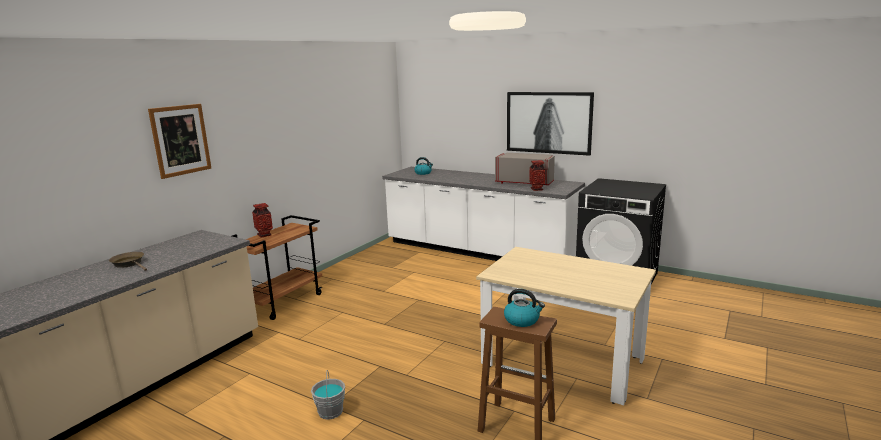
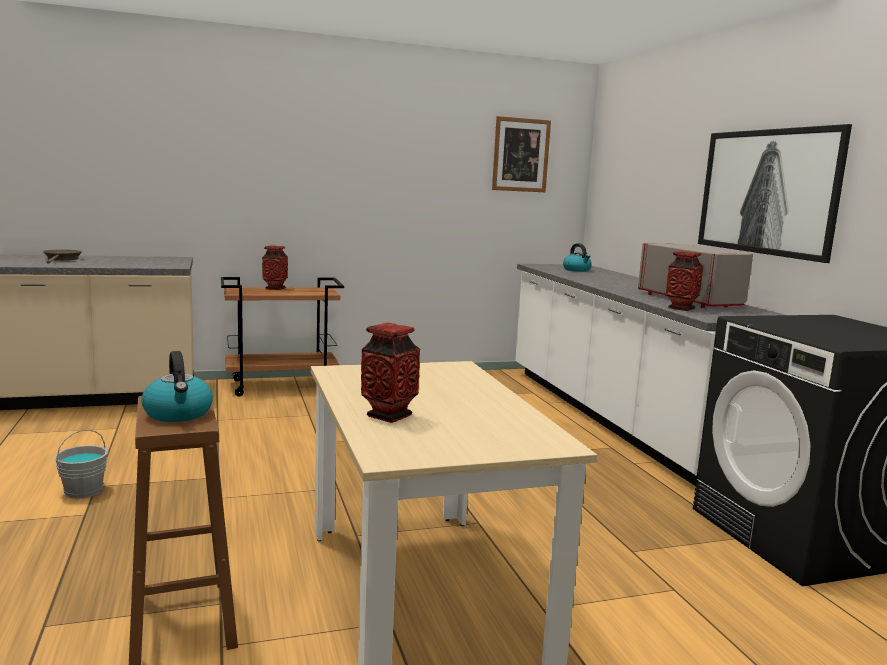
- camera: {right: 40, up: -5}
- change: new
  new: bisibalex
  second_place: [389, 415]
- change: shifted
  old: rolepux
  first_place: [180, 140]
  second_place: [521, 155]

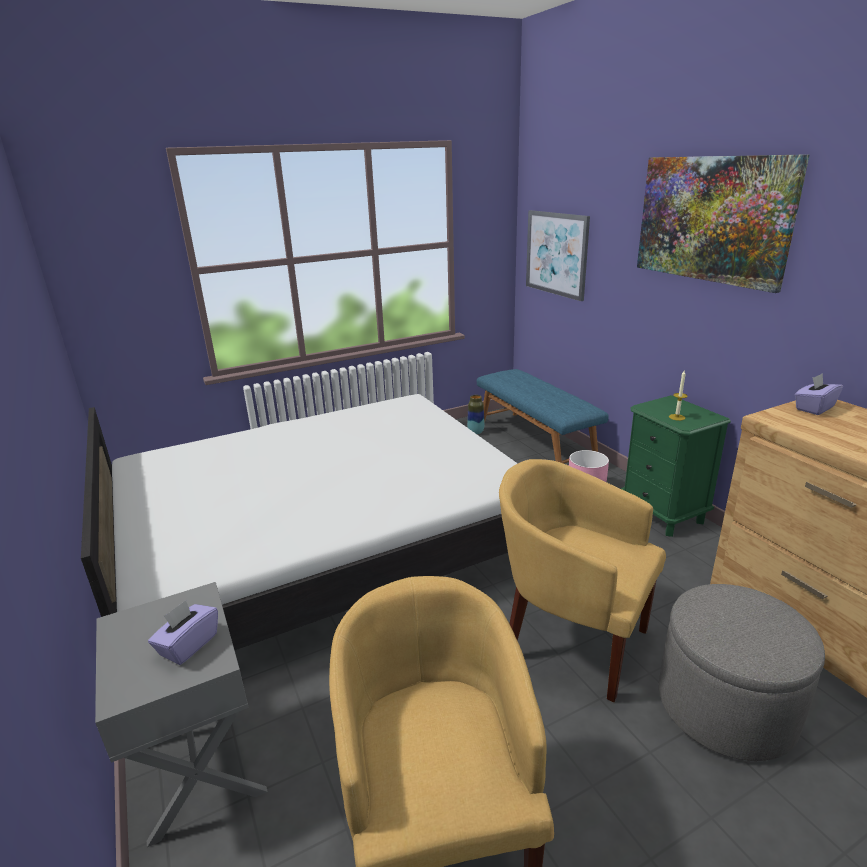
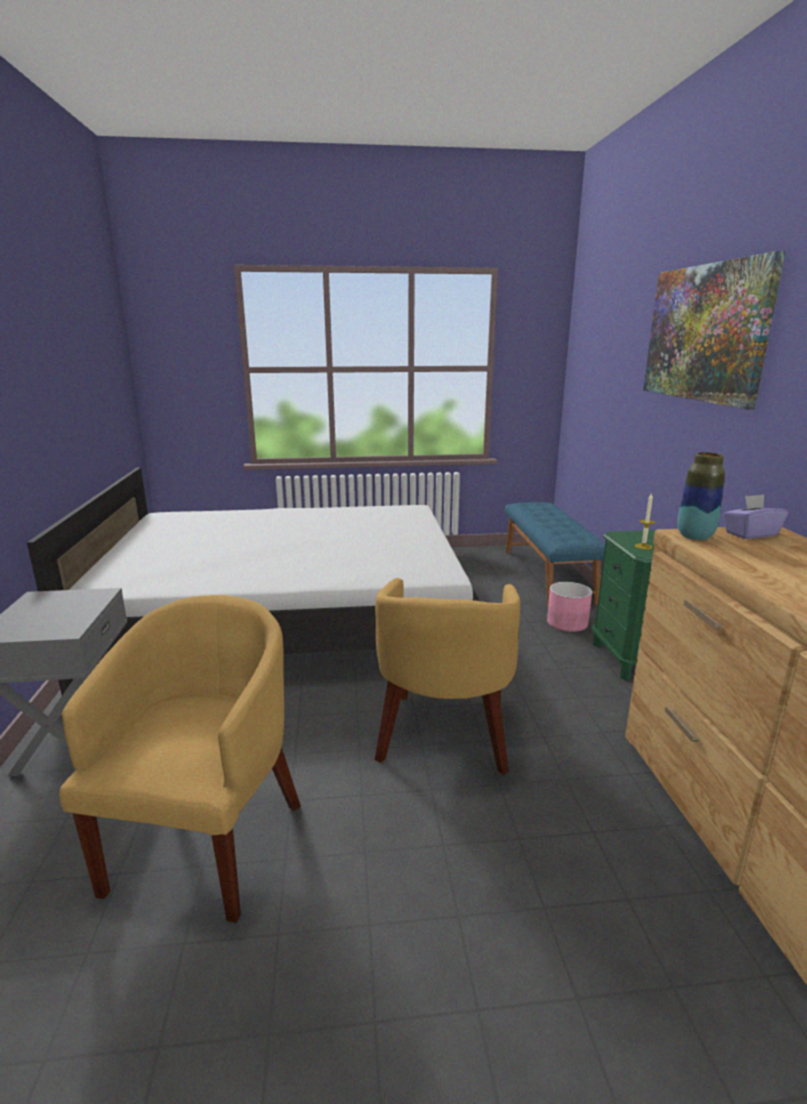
- camera: {right: 20, up: -5}
- change: rotated
  old: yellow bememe
  first_place: [570, 638]
  second_place: [444, 736]
  degrees: -135
- change: shifted
  old: bisibalex
  first_place: [475, 432]
  second_place: [694, 537]
- change: gone
  old: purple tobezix
  first_place: [188, 645]
- change: gone
  old: rolepux
  first_place: [556, 254]
- change: gone
  old: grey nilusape
  first_place: [725, 706]

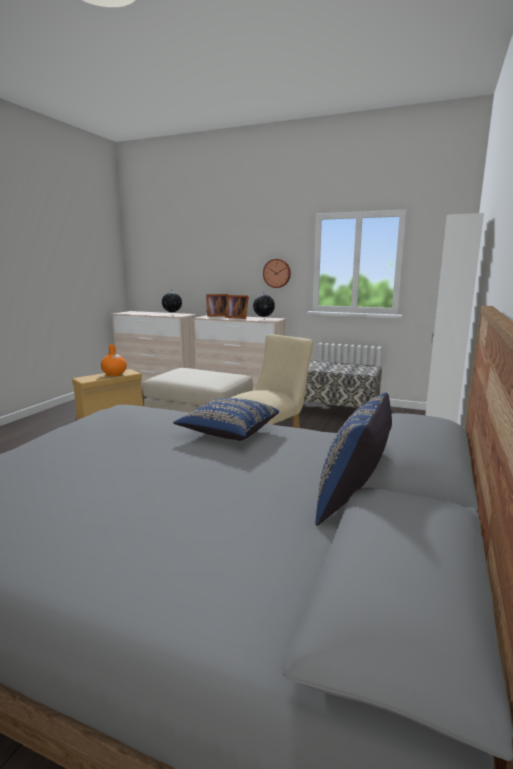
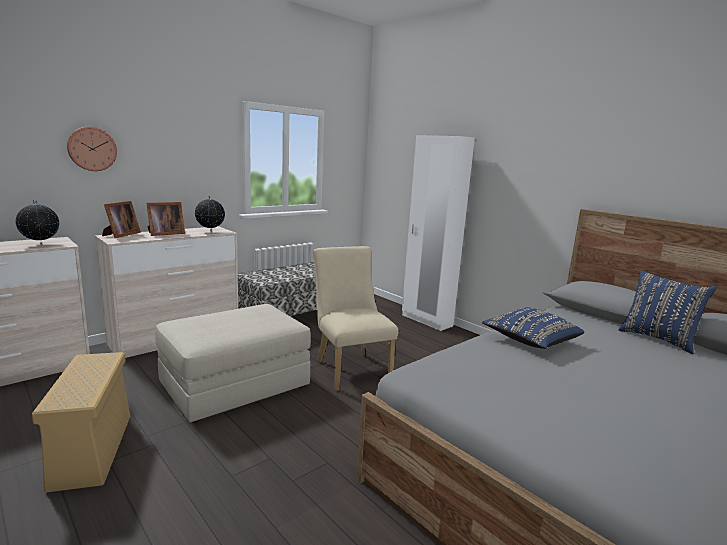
- camera: {right: -65, up: 0}
- change: shifted
  old: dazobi
  first_place: [277, 273]
  second_place: [91, 149]
- change: gone
  old: orange bisibalex
  first_place: [114, 374]

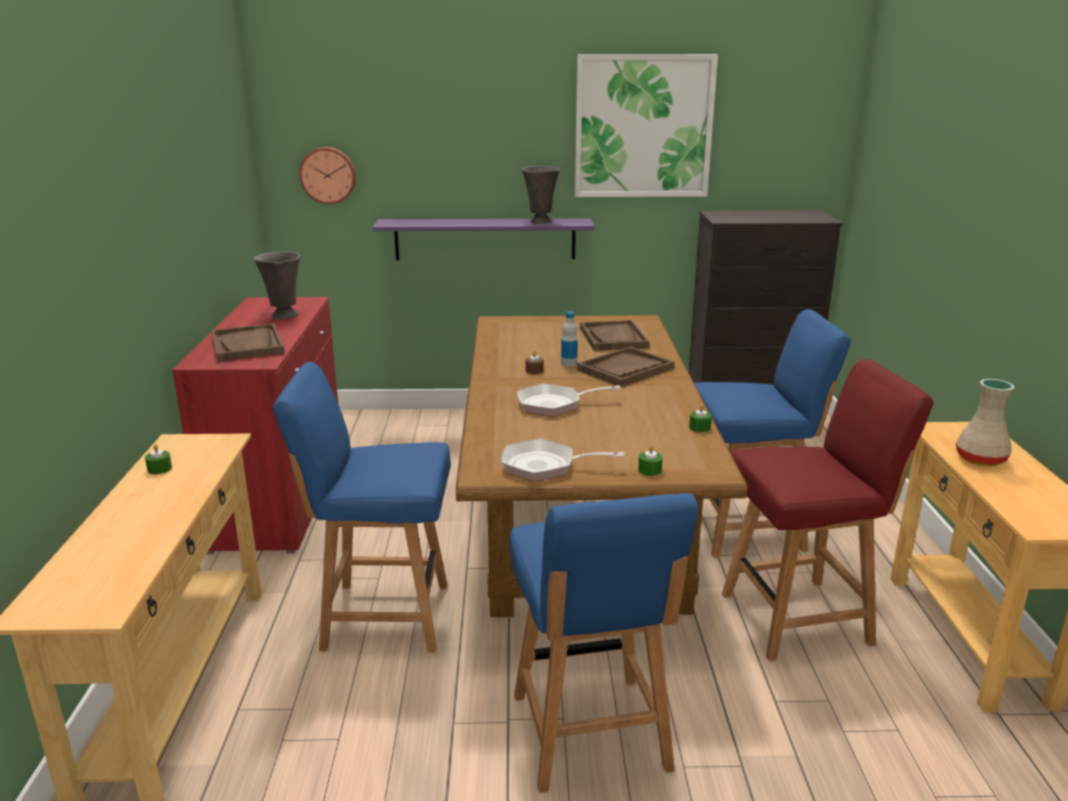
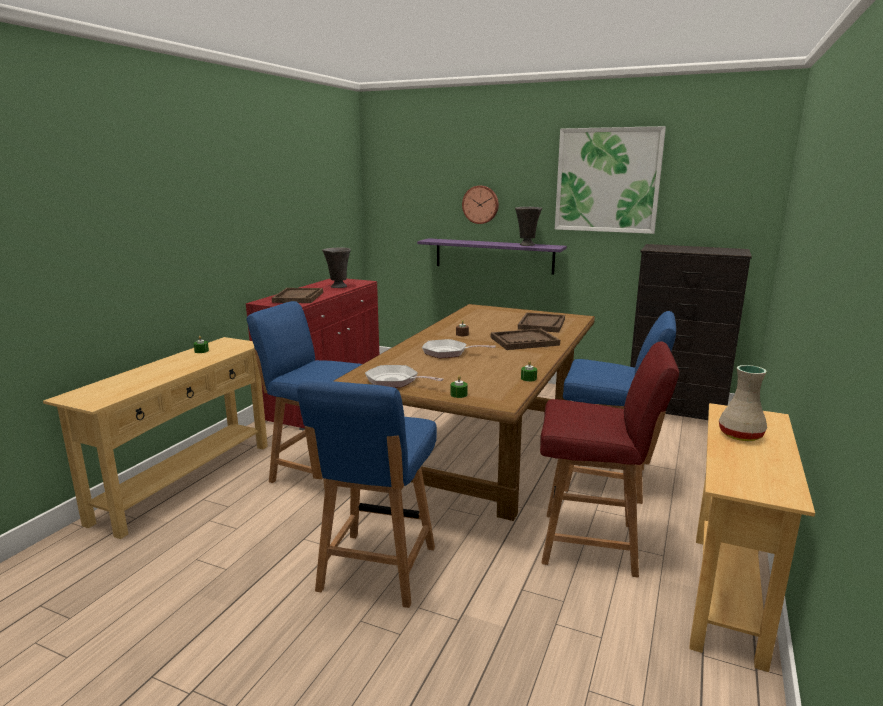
- camera: {right: 25, up: -5}
- change: shifted
  old: dazobi
  first_place: [328, 175]
  second_place: [481, 204]
- change: gone
  old: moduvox
  first_place: [569, 363]

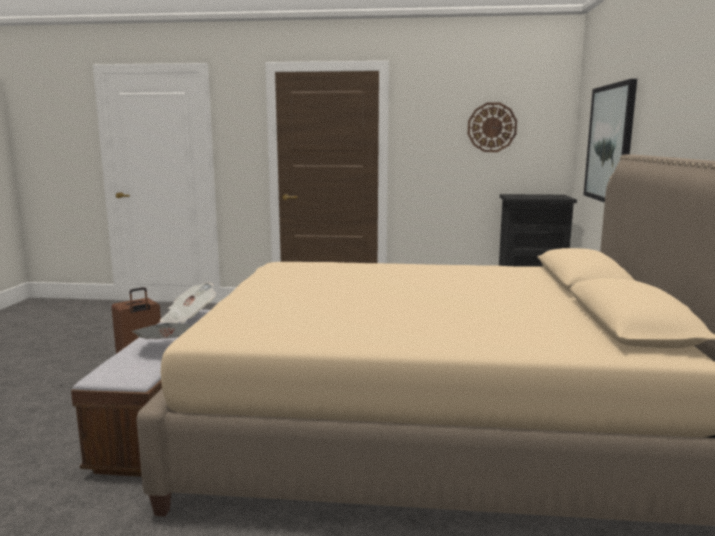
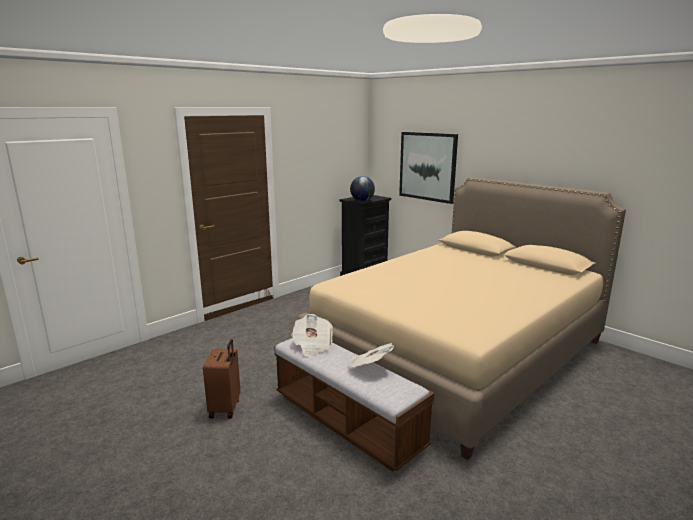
- camera: {right: -50, up: 5}
- change: new
  new: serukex
  second_place: [362, 201]
- change: gone
  old: dazobi
  first_place: [492, 127]

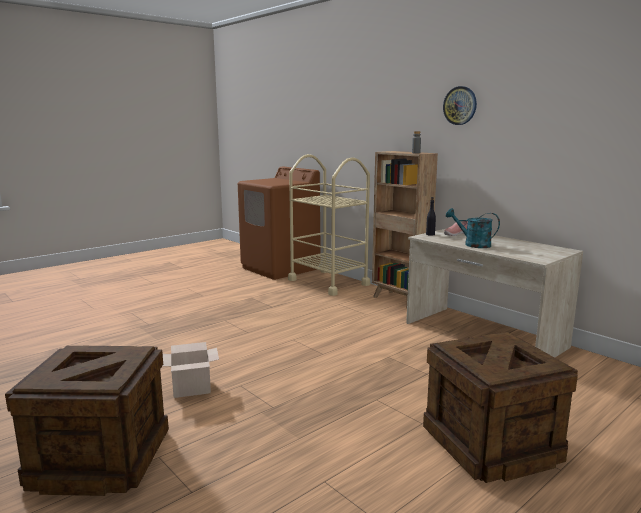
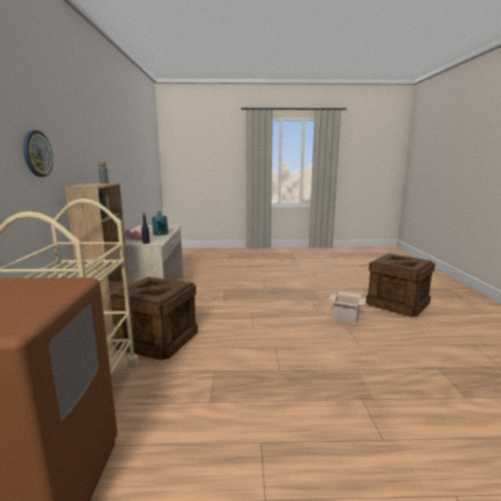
- camera: {right: -140, up: 0}
- change: shifted
  old: dazobi
  first_place: [460, 105]
  second_place: [37, 154]
- change: shifted
  old: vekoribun
  first_place: [491, 445]
  second_place: [159, 341]

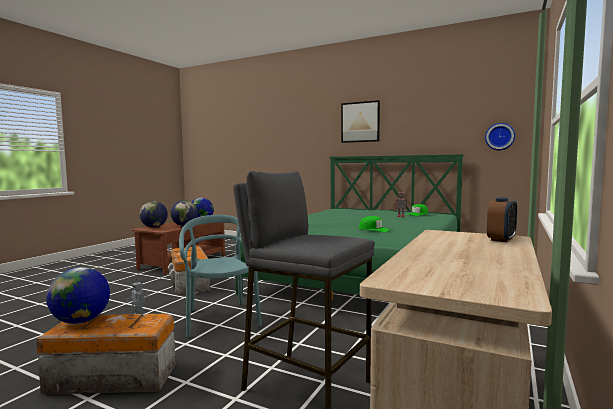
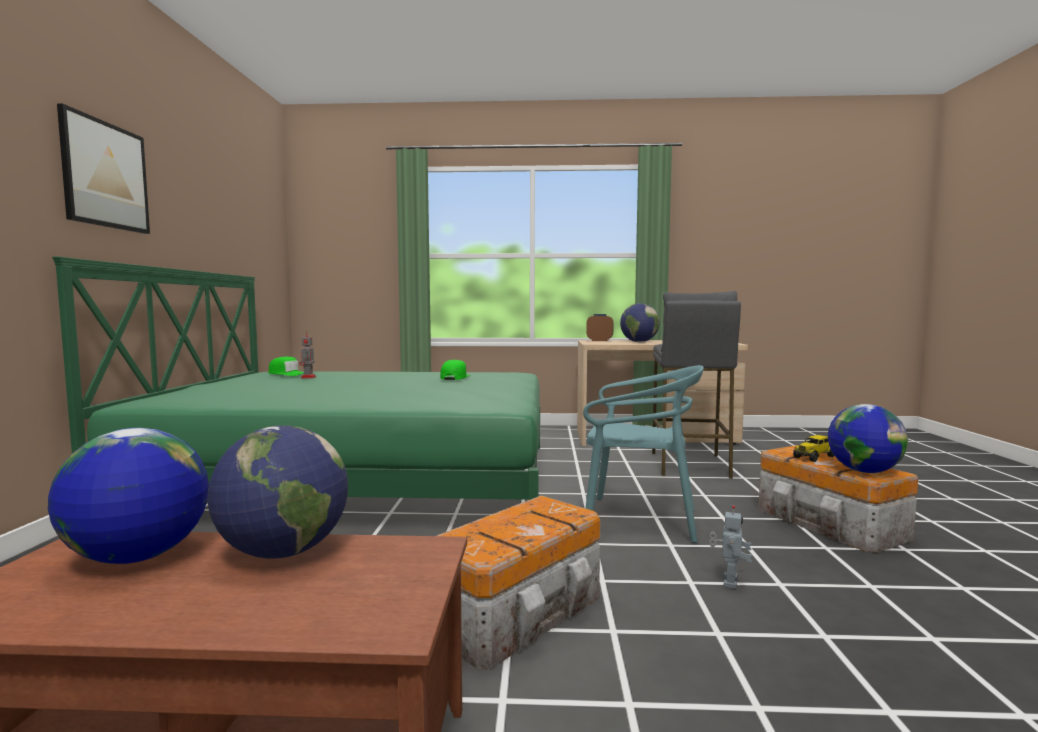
- camera: {right: -115, up: 0}
- change: rotated
  old: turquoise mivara
  first_place: [221, 319]
  second_place: [639, 520]
  degrees: -120
- change: shifted
  old: serukex
  first_place: [154, 227]
  second_place: [639, 342]
- change: new
  new: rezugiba
  second_place: [814, 457]
- change: gone
  old: dazobi
  first_place: [500, 136]

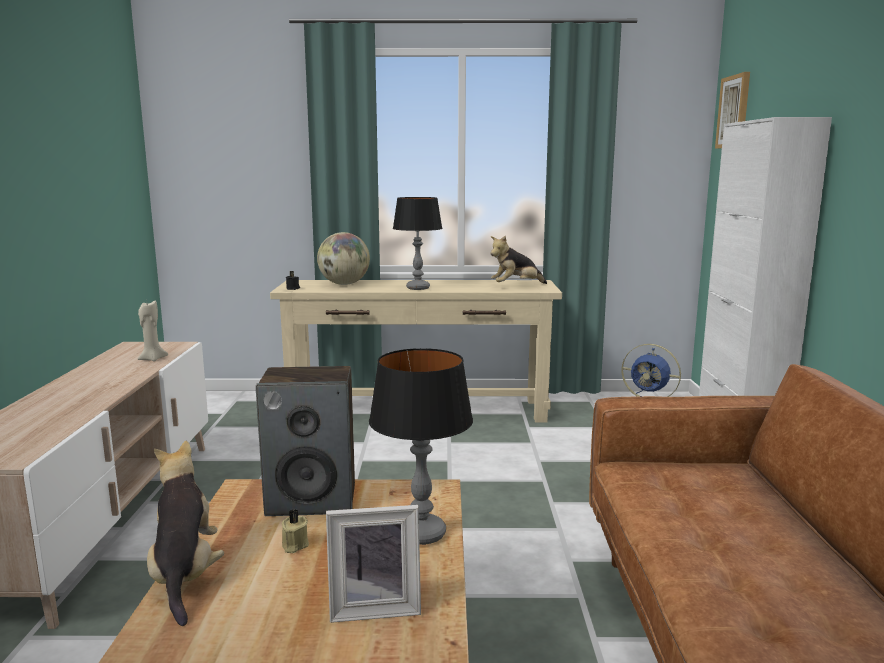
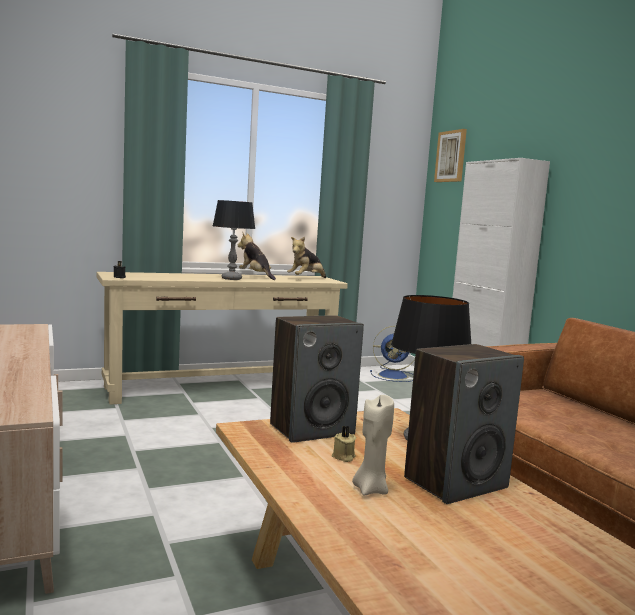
- camera: {right: -25, up: -5}
- change: shifted
  old: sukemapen
  first_place: [185, 574]
  second_place: [256, 276]
- change: shifted
  old: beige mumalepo
  first_place: [152, 359]
  second_place: [370, 489]
- change: swapped
  old: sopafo
  new: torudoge
  first_place: [375, 607]
  second_place: [455, 482]
- change: gone
  old: serukex
  first_place: [344, 284]

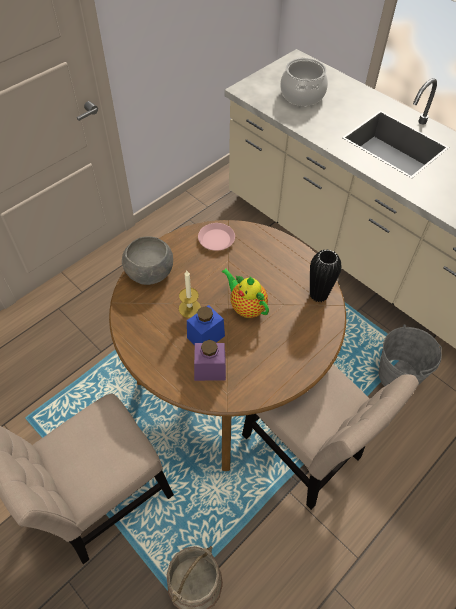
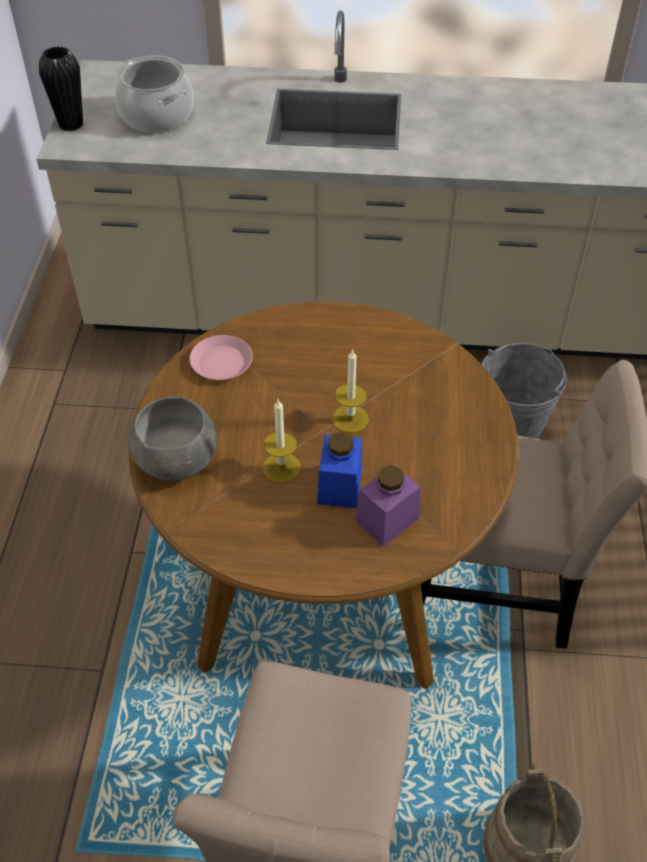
- camera: {right: -40, up: -5}
- change: shifted
  old: black bisibalex
  first_place: [318, 295]
  second_place: [71, 124]
- change: swapped
  old: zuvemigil
  new: mumalepo
  first_place: [246, 307]
  second_place: [350, 419]

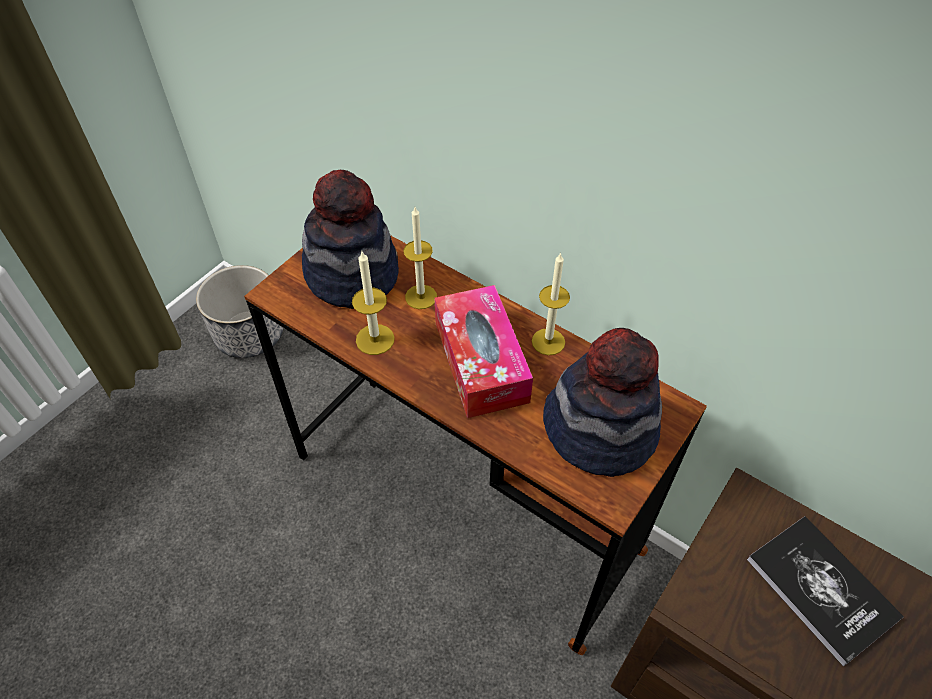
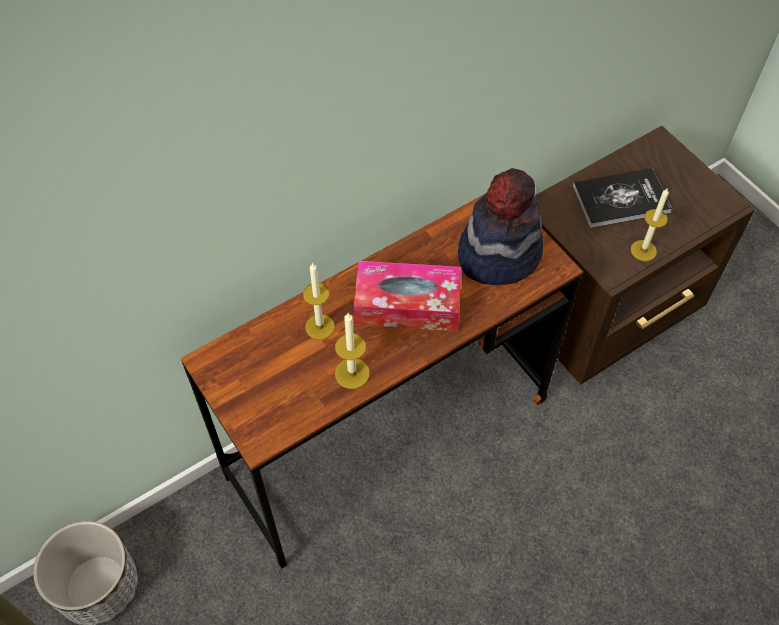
- camera: {right: -70, up: 5}
- change: shifted
  old: mumalepo
  first_place: [548, 341]
  second_place: [643, 250]
- change: gone
  old: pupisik
  first_place: [352, 274]

